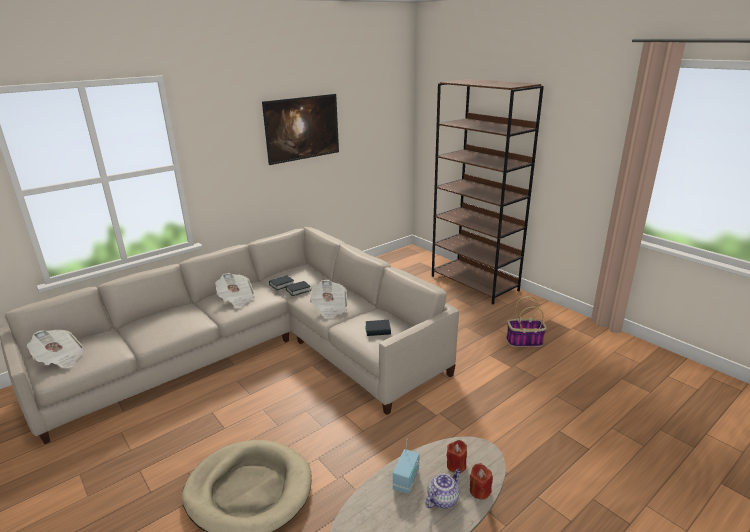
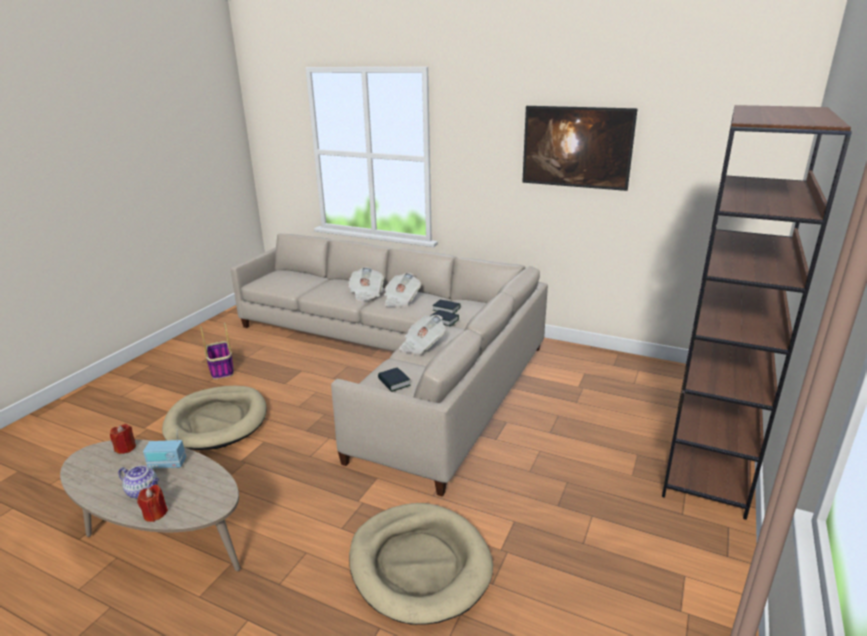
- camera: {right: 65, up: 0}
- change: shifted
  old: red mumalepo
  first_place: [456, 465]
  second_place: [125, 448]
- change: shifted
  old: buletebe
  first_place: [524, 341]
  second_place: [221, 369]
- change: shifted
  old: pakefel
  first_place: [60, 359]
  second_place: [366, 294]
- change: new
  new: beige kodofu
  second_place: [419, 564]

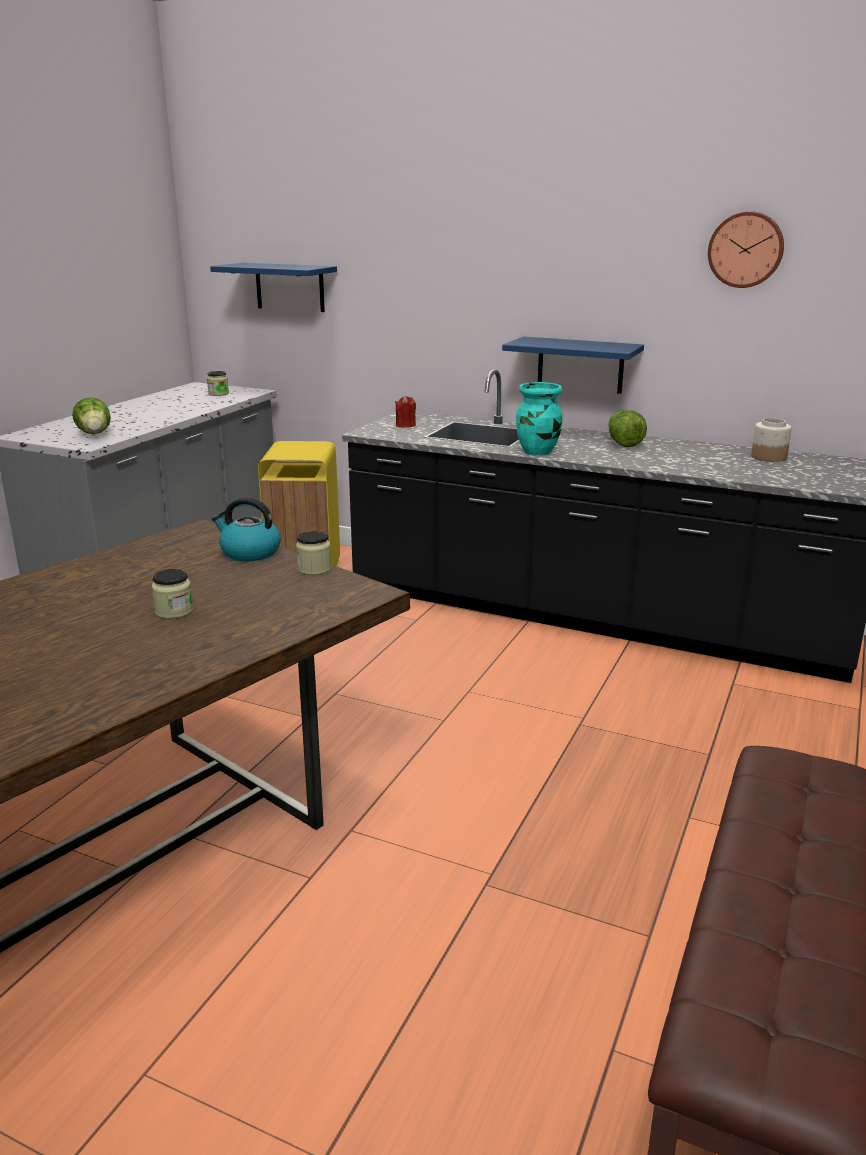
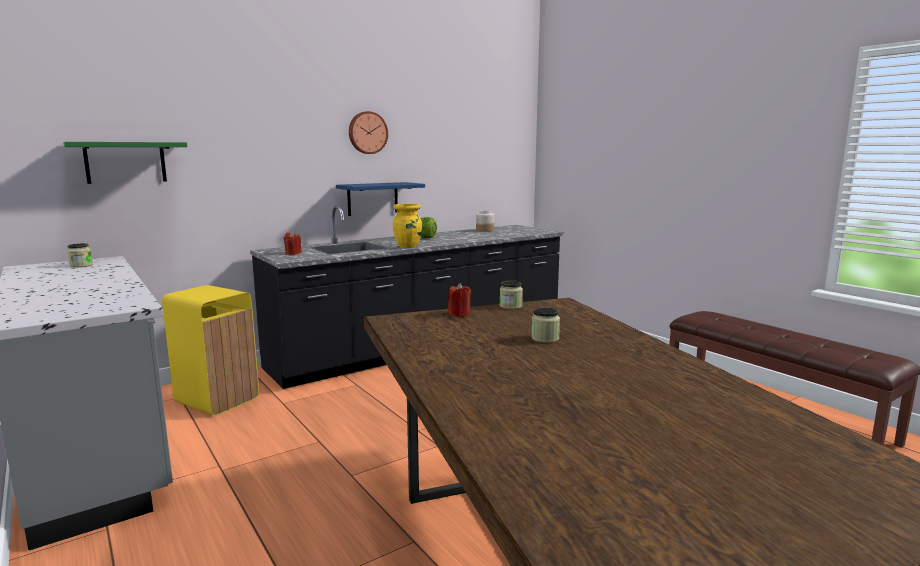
- camera: {right: -60, up: -10}
- change: repainted
  old: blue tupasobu
  new: green tupasobu
  first_place: [290, 287]
  second_place: [125, 162]
- change: shifted
  old: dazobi
  first_place: [746, 249]
  second_place: [367, 132]
- change: repainted
  old: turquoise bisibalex
  new: yellow bisibalex
  first_place: [538, 452]
  second_place: [408, 246]
- change: swapped
  old: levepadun
  new: red mumalepo
  first_place: [249, 553]
  second_place: [459, 314]
- change: gone
  old: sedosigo
  first_place: [95, 434]

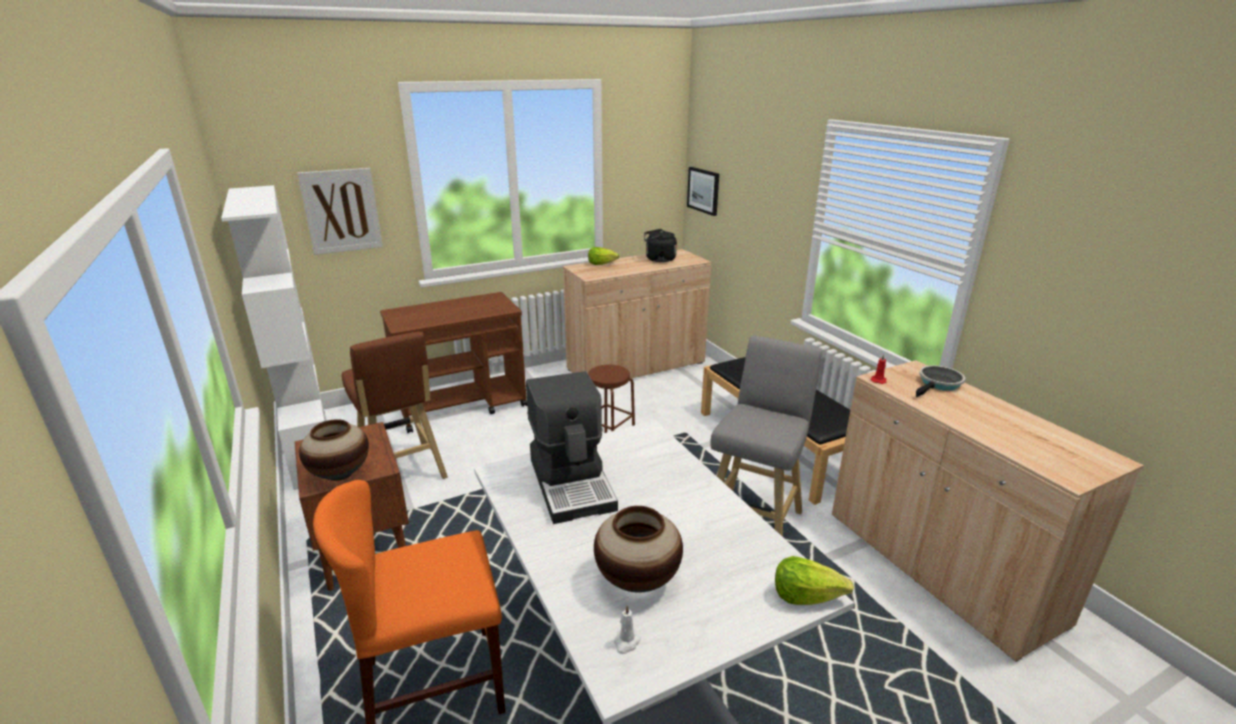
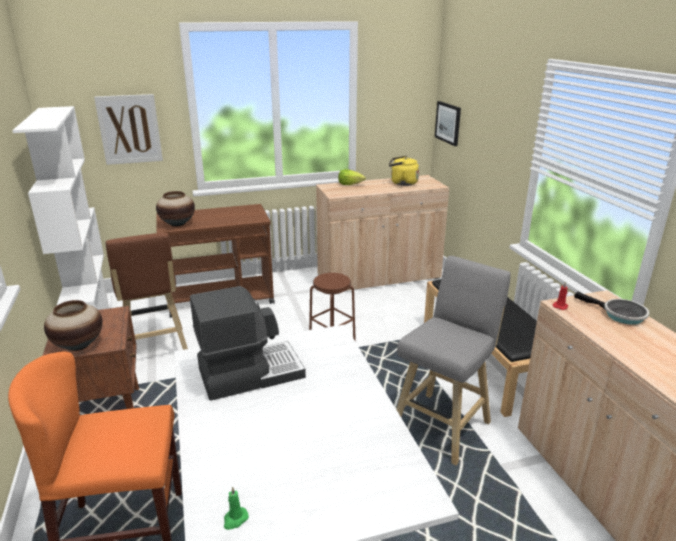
- camera: {right: 10, up: 0}
- change: shifted
  old: bisibalex
  first_place: [637, 580]
  second_place: [177, 224]
- change: rotated
  old: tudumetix
  first_place: [573, 483]
  second_place: [250, 373]
  degrees: -105
- change: repainted
  old: white mumalepo
  new: green mumalepo
  first_place: [626, 642]
  second_place: [235, 519]
- change: repainted
  old: black levepadun
  new: yellow levepadun
  first_place: [658, 259]
  second_place: [402, 183]
- change: rotated
  old: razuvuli
  first_place: [938, 384]
  second_place: [620, 315]
  degrees: 75
- change: gone
  old: sedosigo
  first_place: [806, 595]

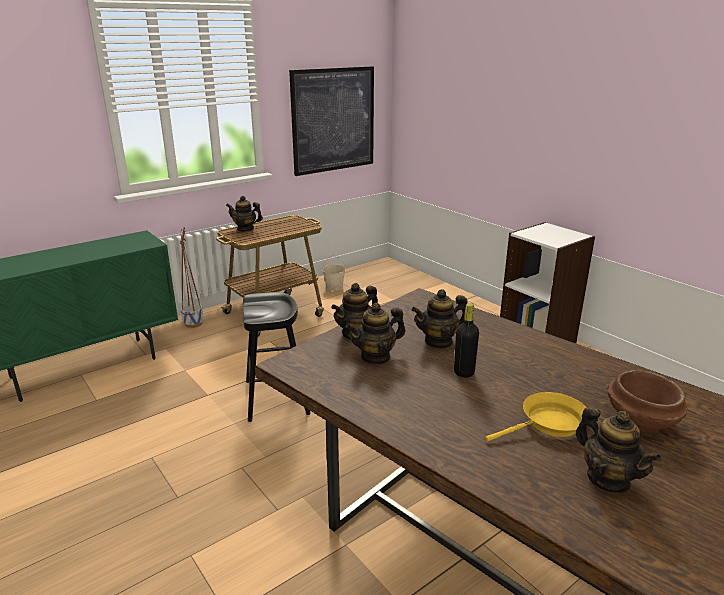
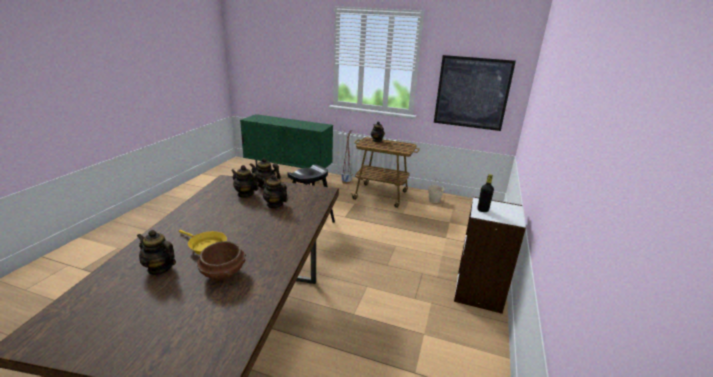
- camera: {right: 55, up: 0}
- change: rotated
  old: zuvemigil
  first_place: [608, 479]
  second_place: [159, 268]
  degrees: 90
- change: shifted
  old: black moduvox
  first_place: [464, 372]
  second_place: [482, 210]

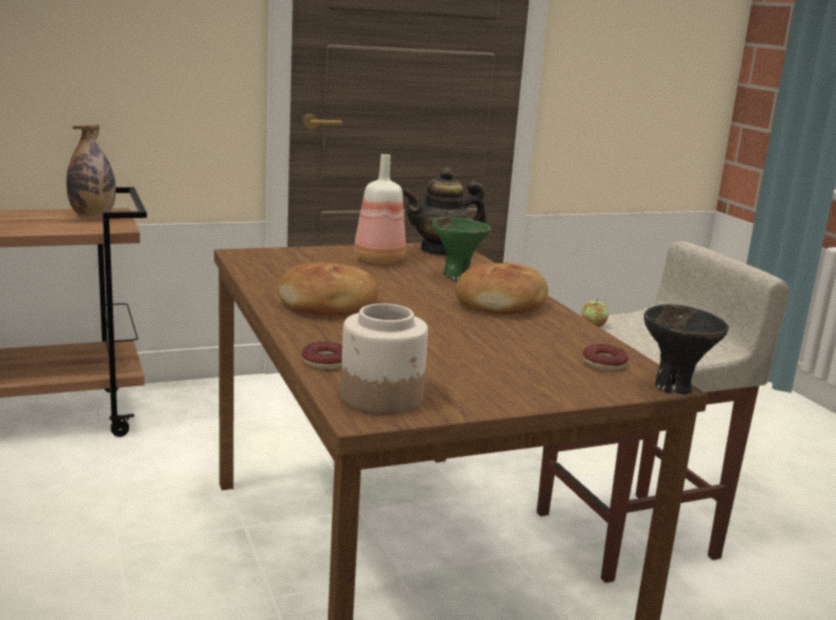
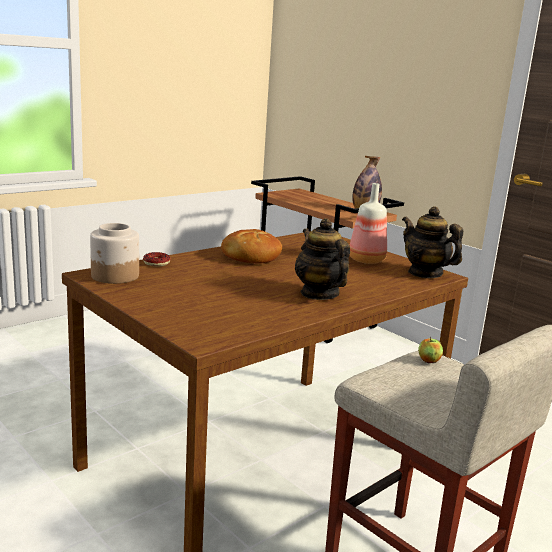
- camera: {right: 70, up: 0}
- change: swapped
  old: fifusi
  new: zuvemigil
  first_place: [501, 304]
  second_place: [319, 294]
- change: gone
  old: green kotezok
  first_place: [456, 276]
- change: gone
  old: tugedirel
  first_place: [604, 363]
- change: gone
  old: black kotezok
  first_place: [674, 386]

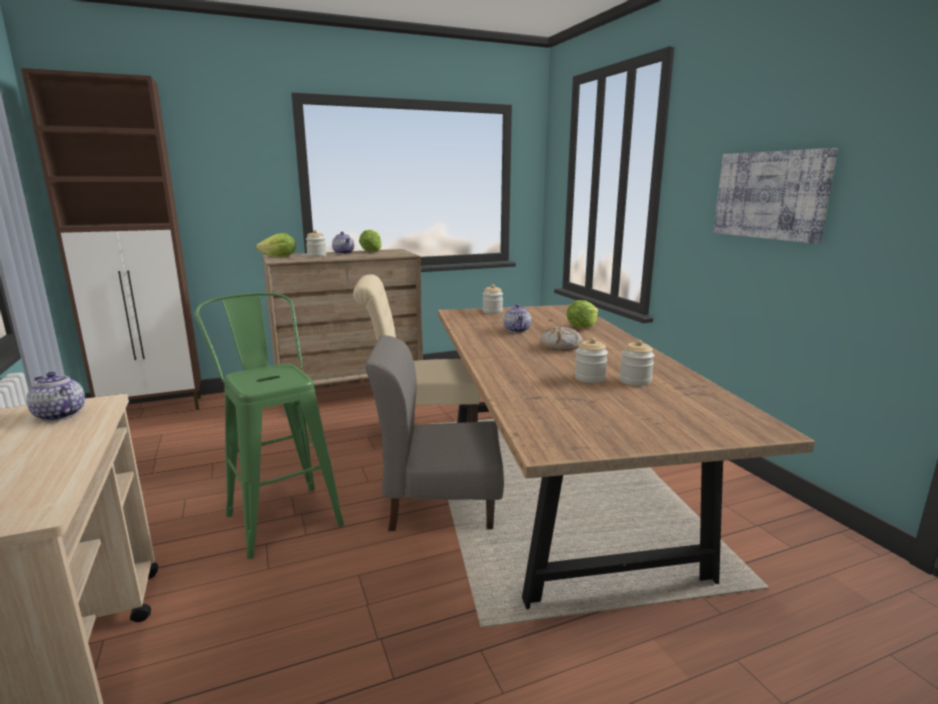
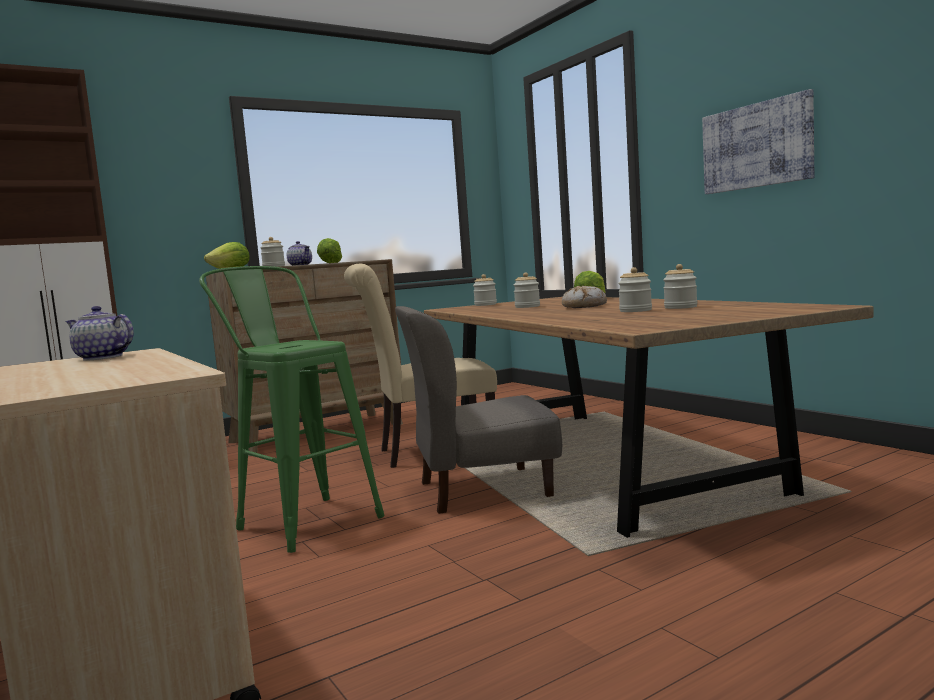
- camera: {right: -10, up: -10}
- change: swapped
  old: zuvemigil
  new: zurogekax
  first_place: [517, 330]
  second_place: [527, 307]

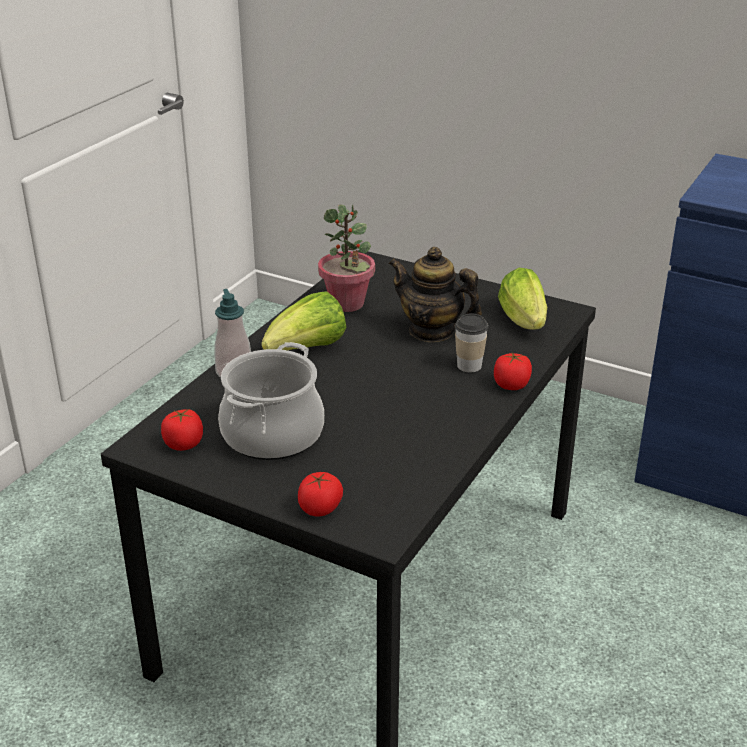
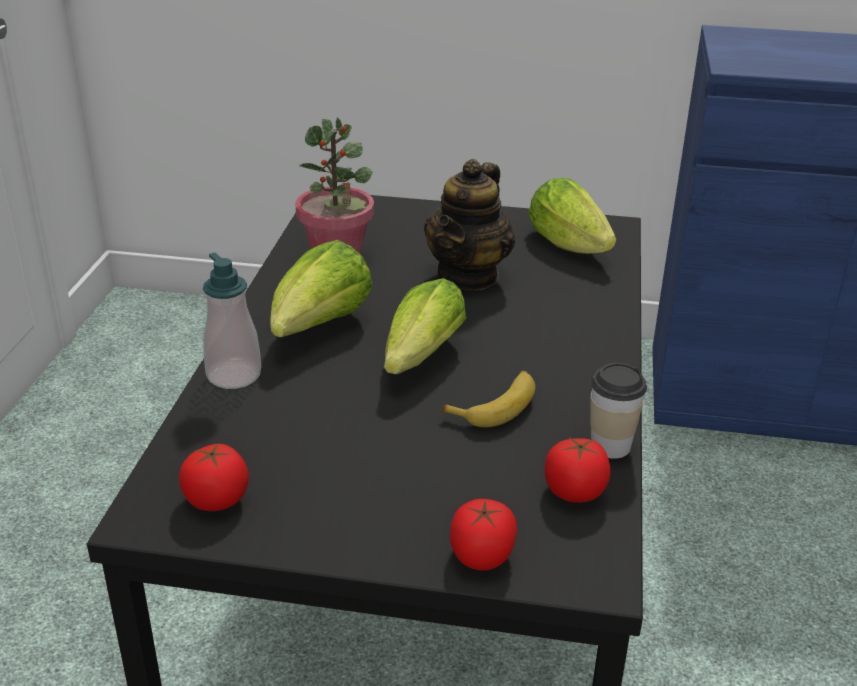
- camera: {right: -20, up: 0}
- change: new
  new: sedosigo
  second_place: [418, 359]
- change: rotated
  old: zuvemigil
  first_place: [432, 331]
  second_place: [469, 275]
  degrees: -75
- change: new
  new: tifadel
  second_place: [496, 406]
- change: shifted
  old: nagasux
  first_place: [511, 385]
  second_place: [575, 491]
- change: shifted
  old: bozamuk
  first_place: [469, 365]
  second_place: [610, 445]
- change: gone
  old: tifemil
  first_place: [272, 434]

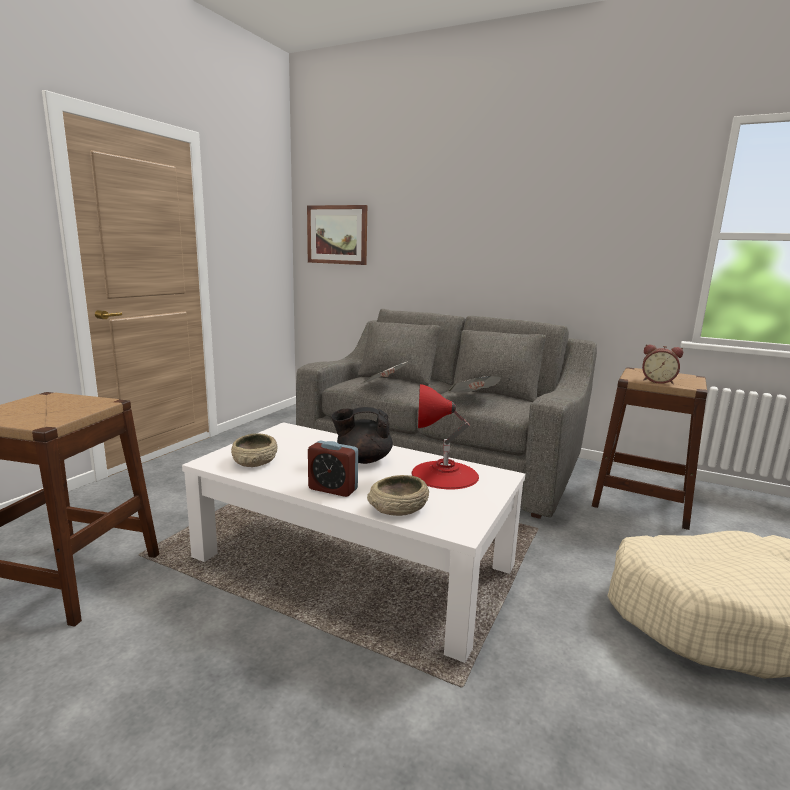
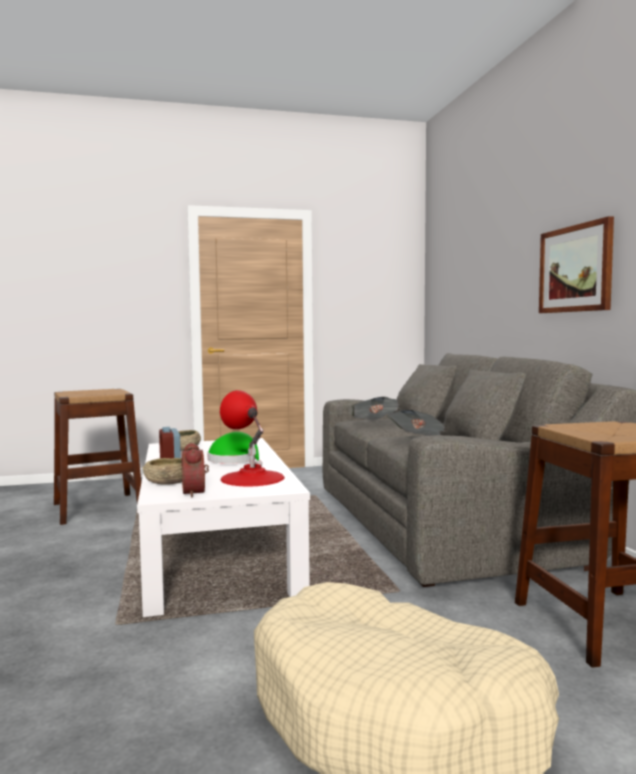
- camera: {right: 50, up: -10}
- change: shifted
  old: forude
  first_place: [658, 381]
  second_place: [196, 492]
- change: swapped
  old: black zuvemigil
  new: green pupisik
  first_place: [363, 459]
  second_place: [235, 461]
- change: shifted
  old: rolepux
  first_place: [337, 235]
  second_place: [575, 269]

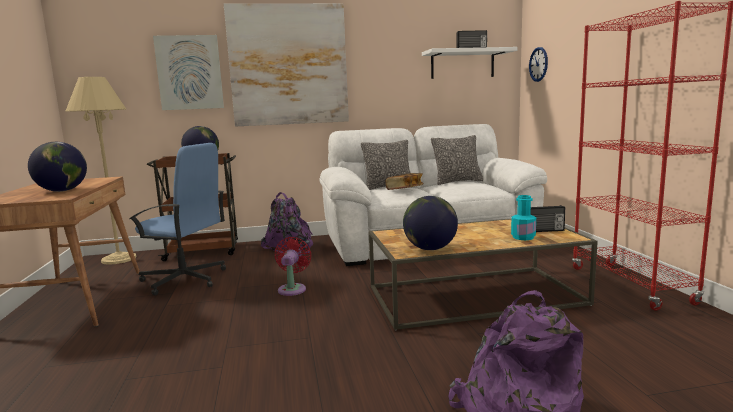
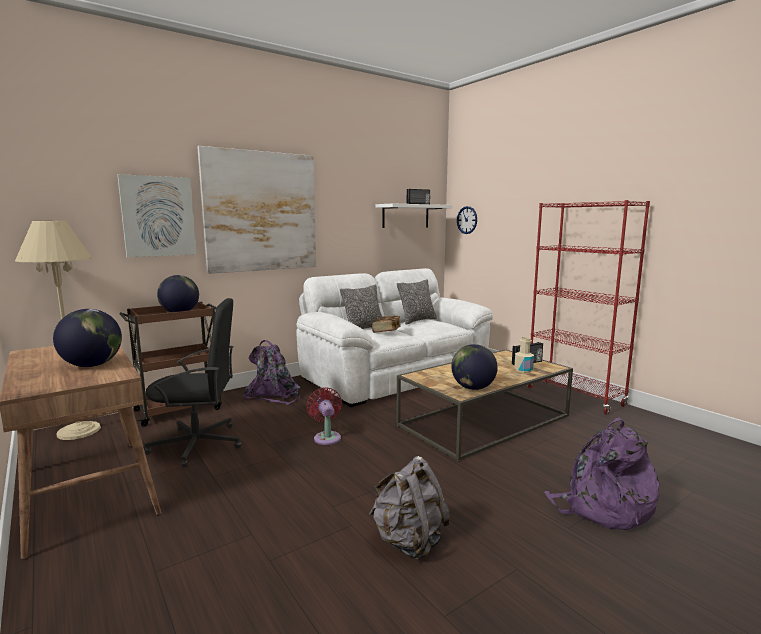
- camera: {right: -25, up: 0}
- change: repainted
  old: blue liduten
  new: black liduten
  first_place: [184, 280]
  second_place: [198, 444]
- change: new
  new: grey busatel
  second_place: [409, 541]
- change: repainted
  old: turquoise moduvox
  new: beige moduvox
  first_place: [523, 237]
  second_place: [523, 370]

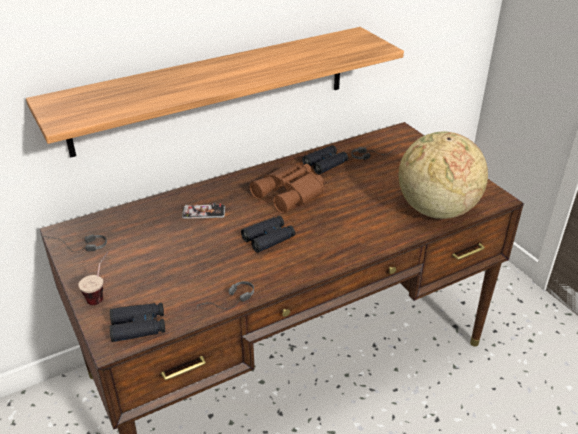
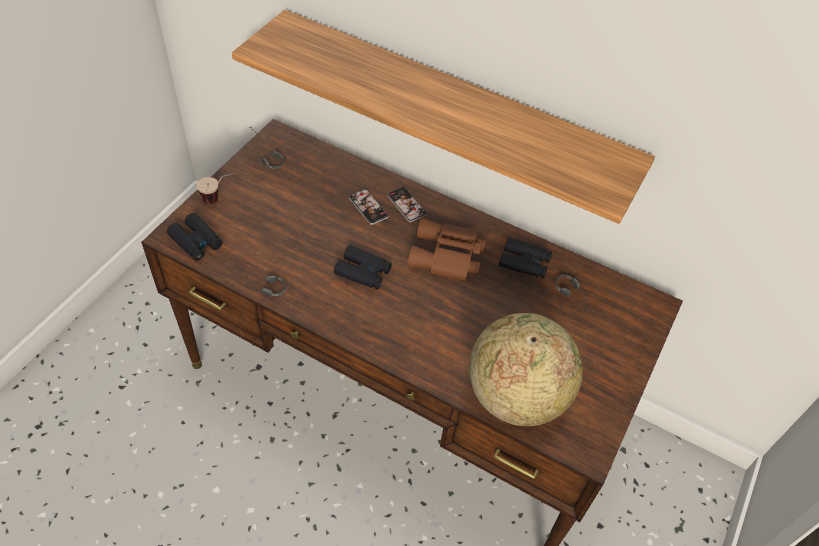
- camera: {right: 55, up: 15}
- change: new
  new: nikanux
  second_place: [406, 205]

